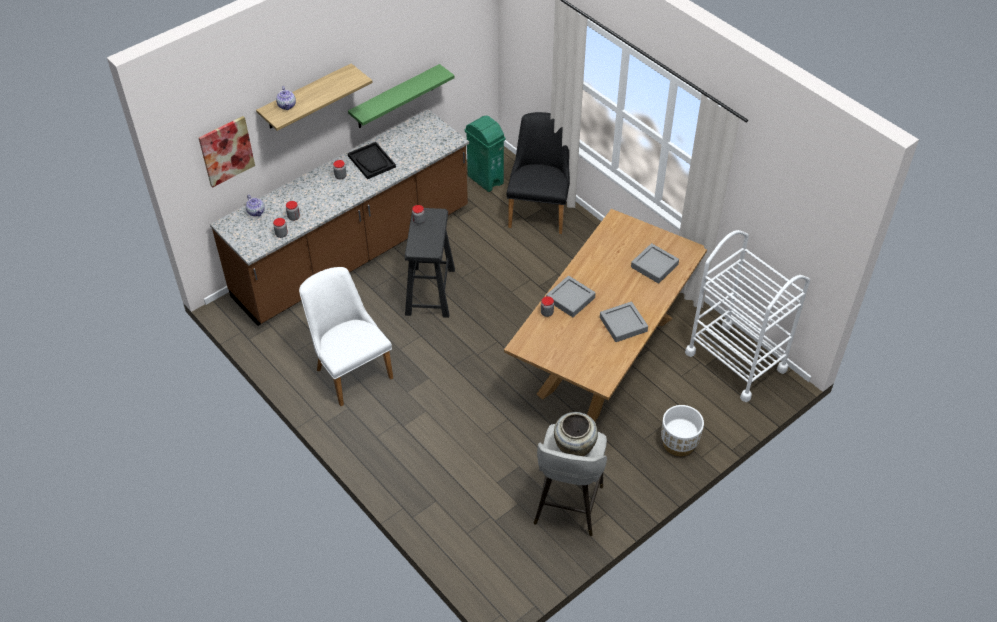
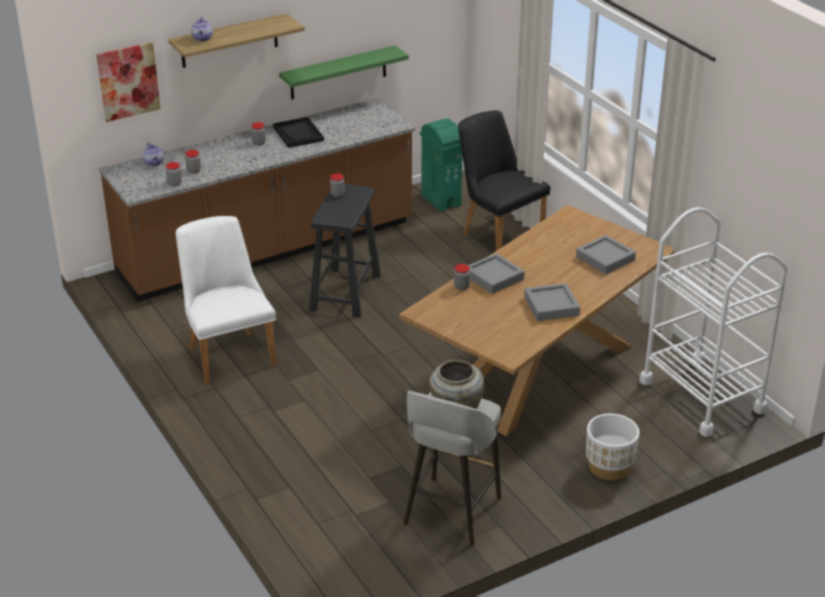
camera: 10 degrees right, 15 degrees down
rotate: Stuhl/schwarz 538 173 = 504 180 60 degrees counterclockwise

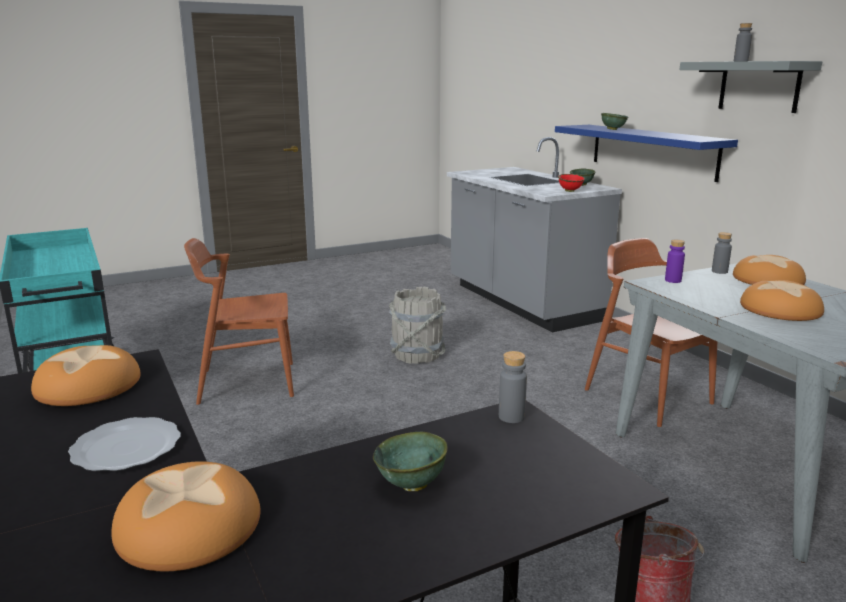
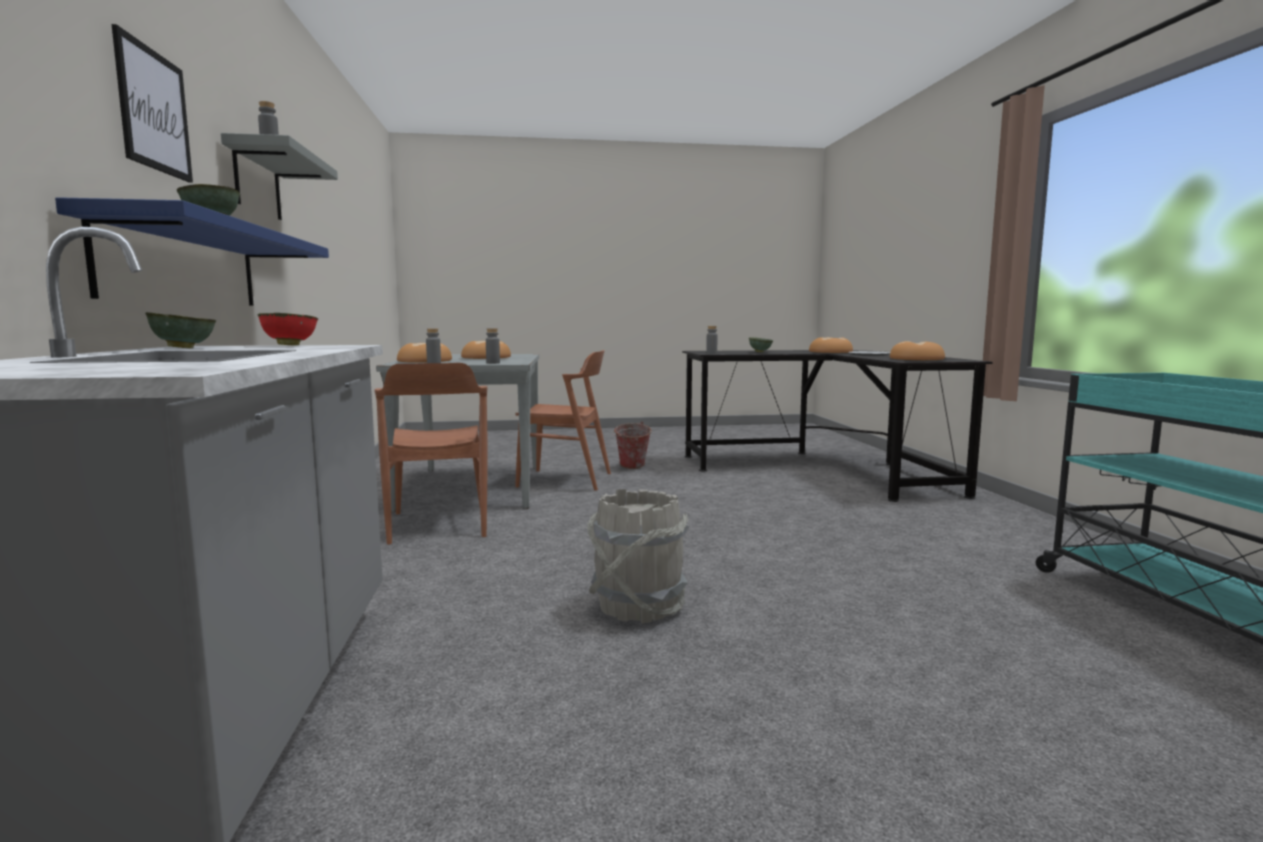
camera: 160 degrees left, 10 degrees down
insert: Bild 152 103
move: Stuhl/braun 239 321 to 563 420
recolor: Flasche/lila 675 261 to Flasche/grau 493 346

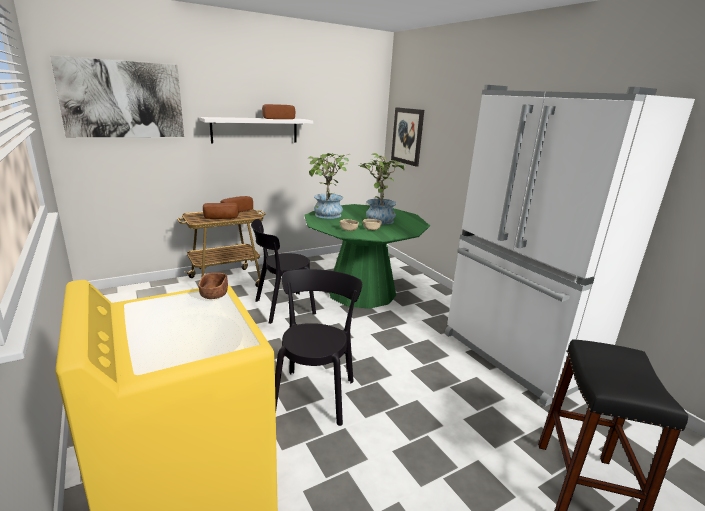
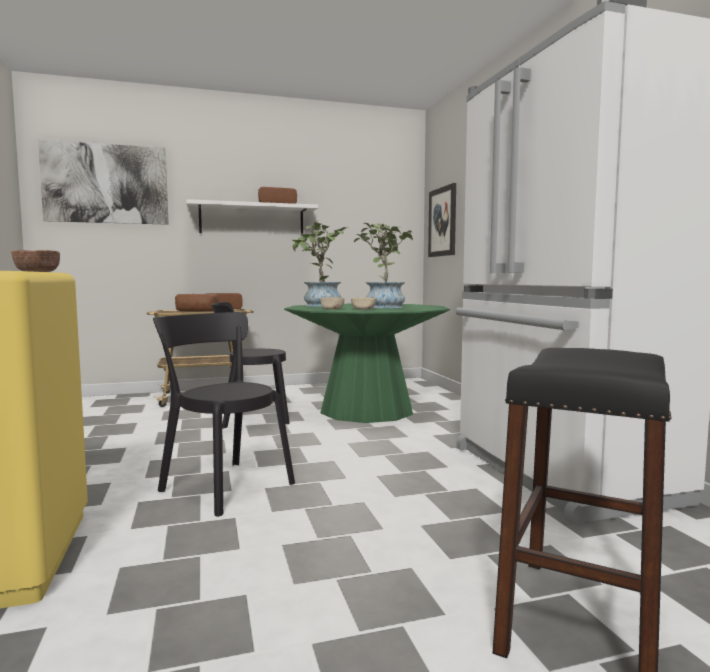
camera: 15 degrees right, 15 degrees down
rotate: Stuhl/schwarz 318 347 = 224 414 75 degrees counterclockwise

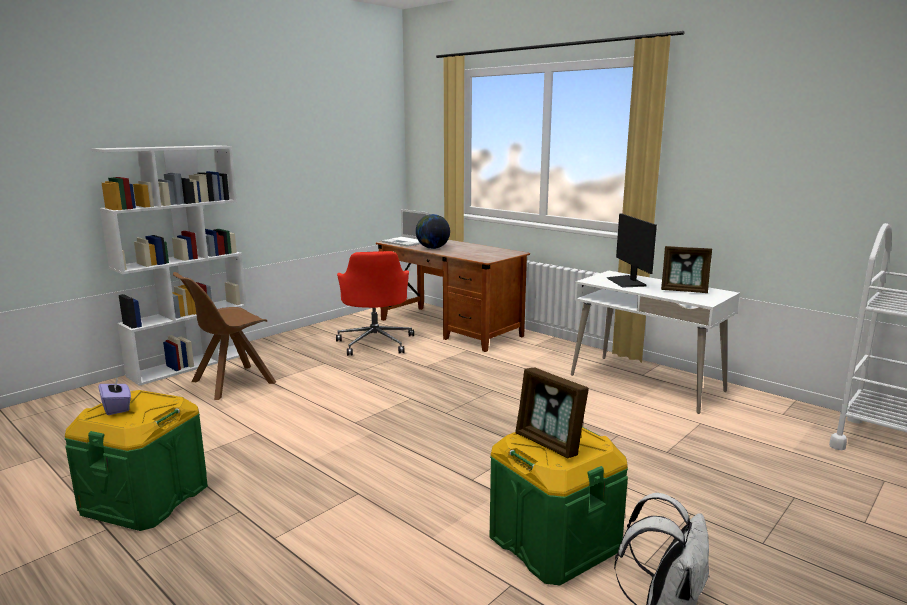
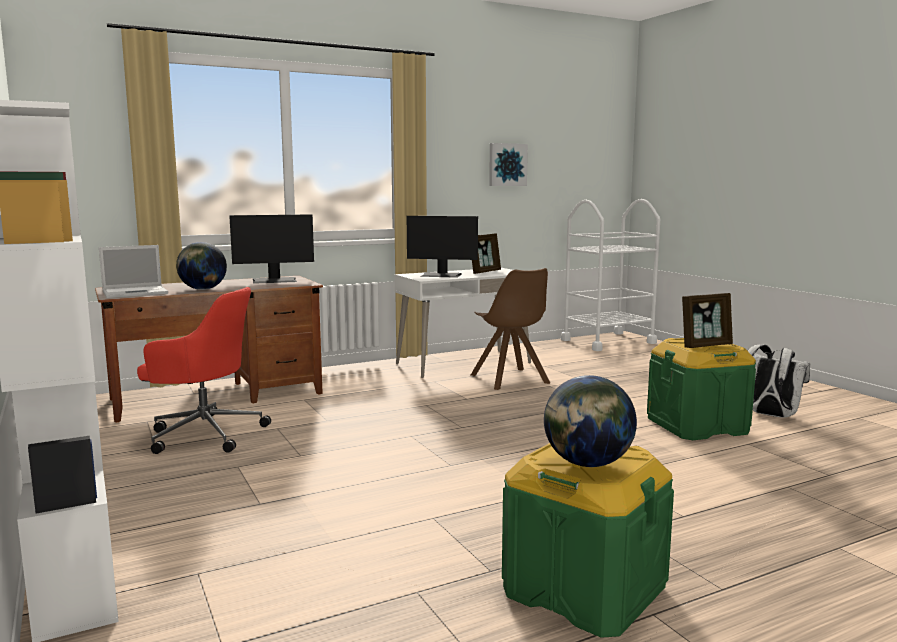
camera: 70 degrees left, 5 degrees down
insert: Monitor 271 249; Bild 508 164
move: Stuhl/braun 224 336 to 510 329
replace: Taschentuchbox/lila 115 396 to Globus 590 421

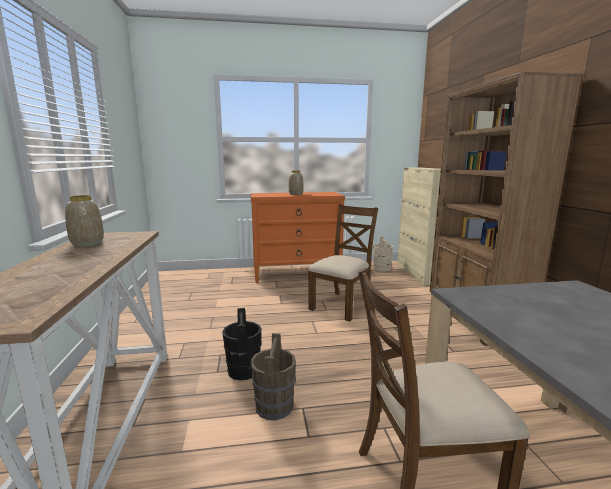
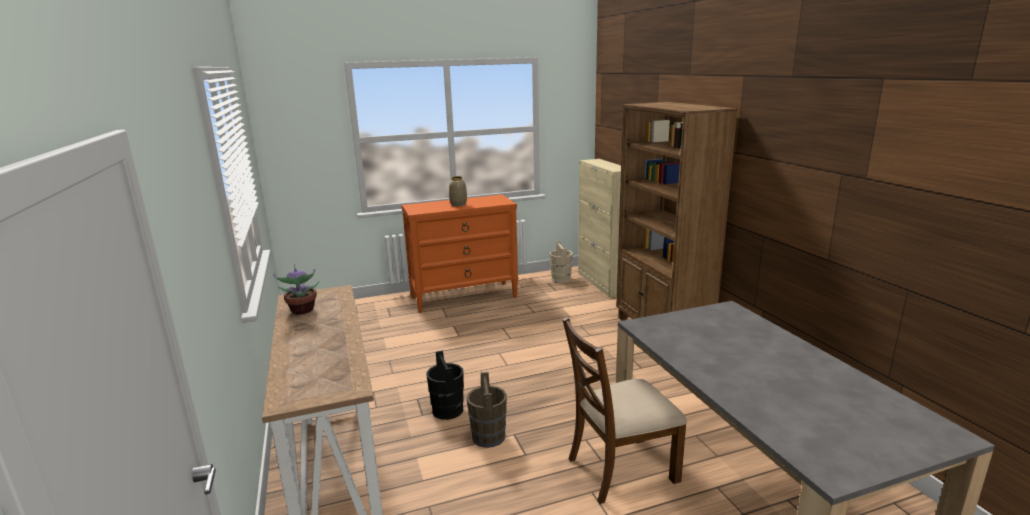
camera: 10 degrees left, 5 degrees up
delete: Stuhl/braun 343 263
replace: Vase 84 221 to Topfpflanze 296 289

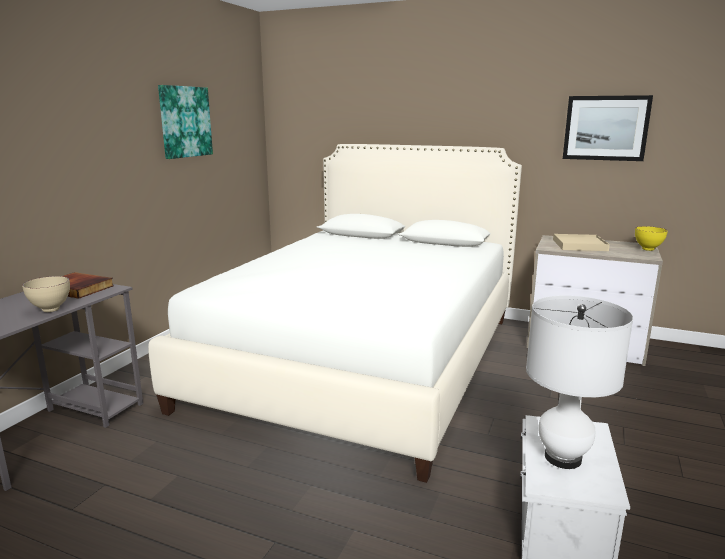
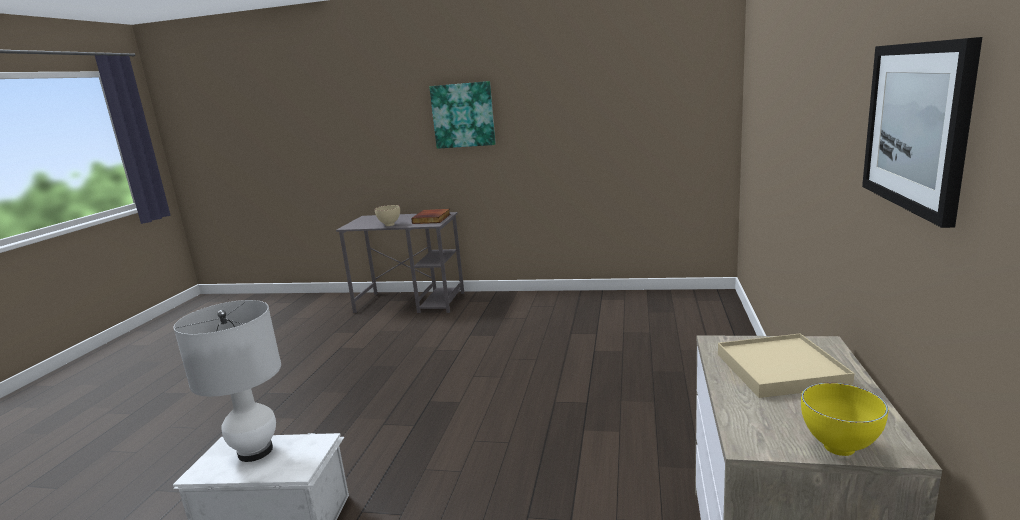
camera: 80 degrees right, 0 degrees up
delete: Bett/weiß 335 313
move: Bild 185 122 to 462 115

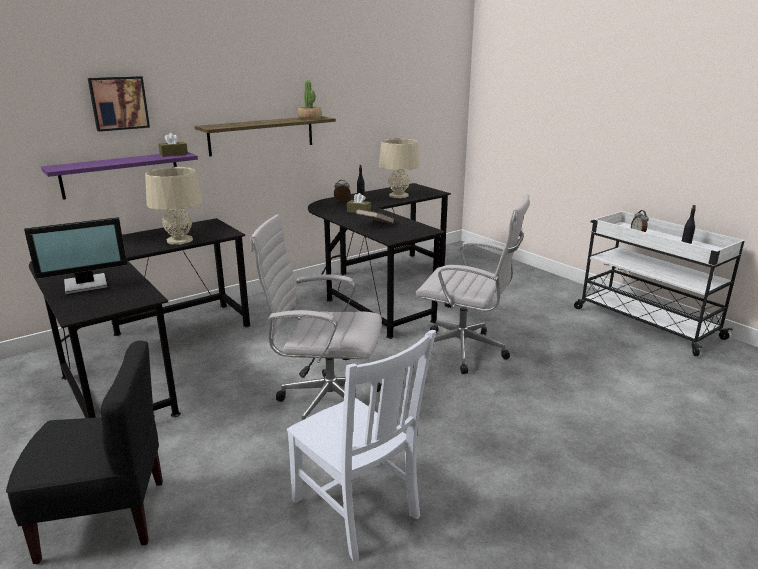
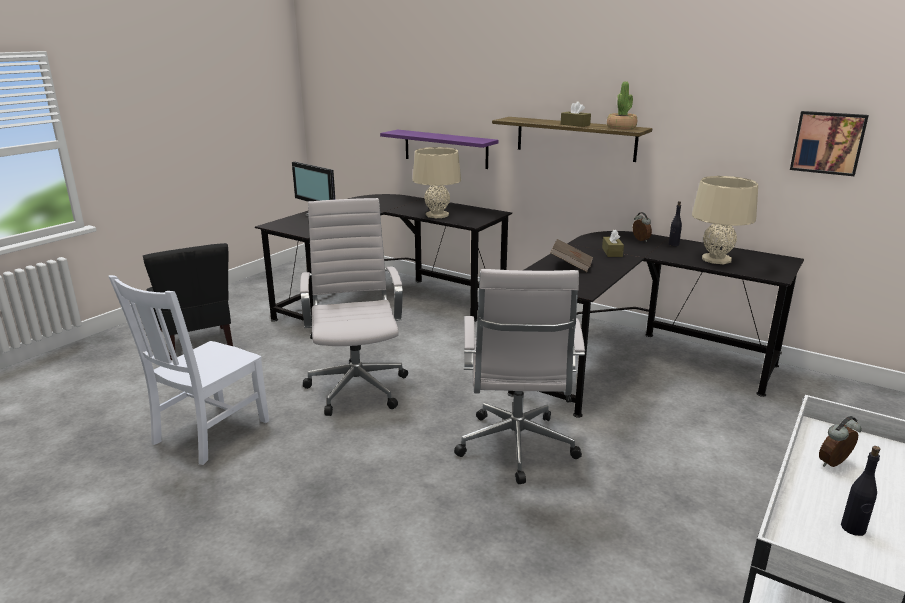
camera: 70 degrees right, 0 degrees up
move: Taschentuchbox/braun 173 145 to 576 114; Bild 119 104 to 829 143

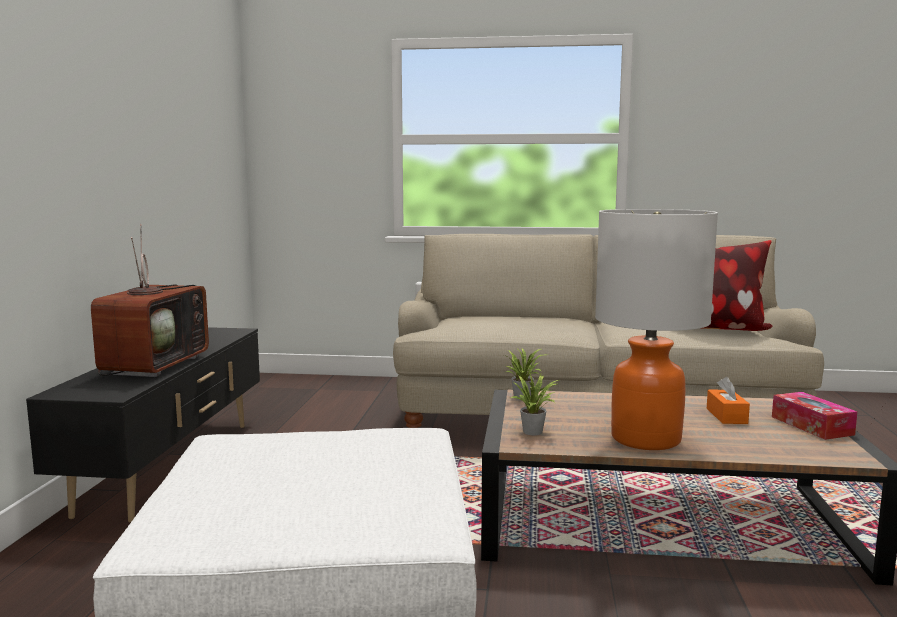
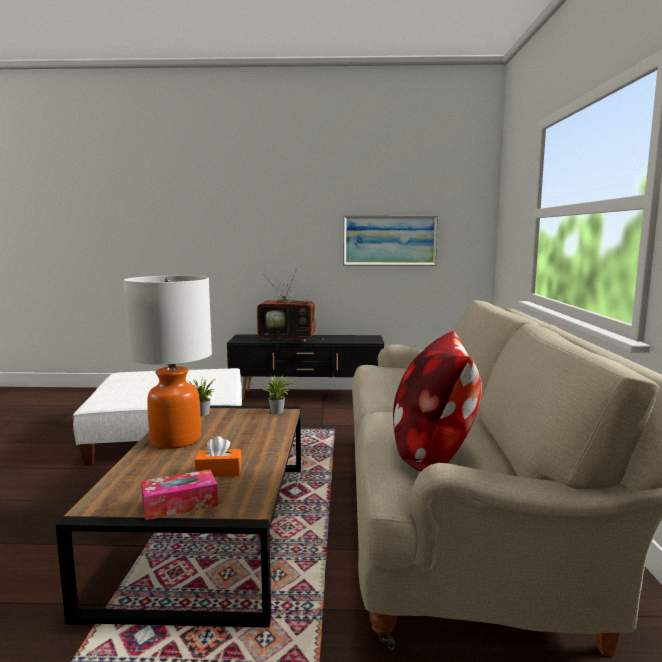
camera: 85 degrees right, 0 degrees up
insert: Bild 390 240

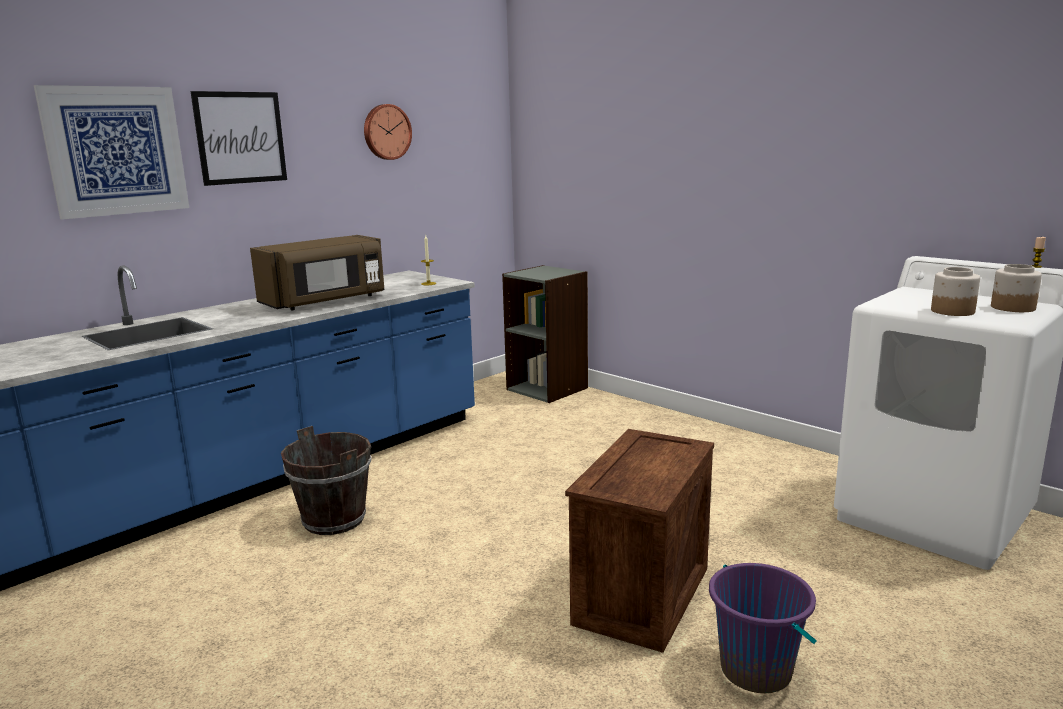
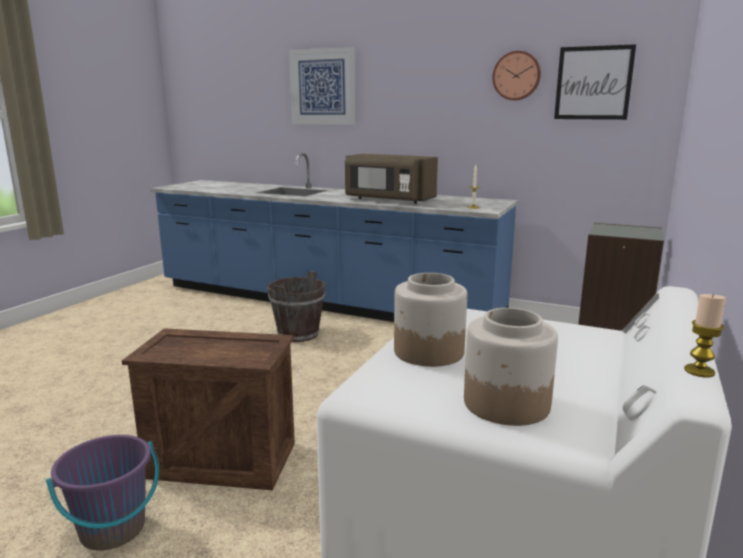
camera: 70 degrees right, 0 degrees up
move: Bild 238 138 to 595 82

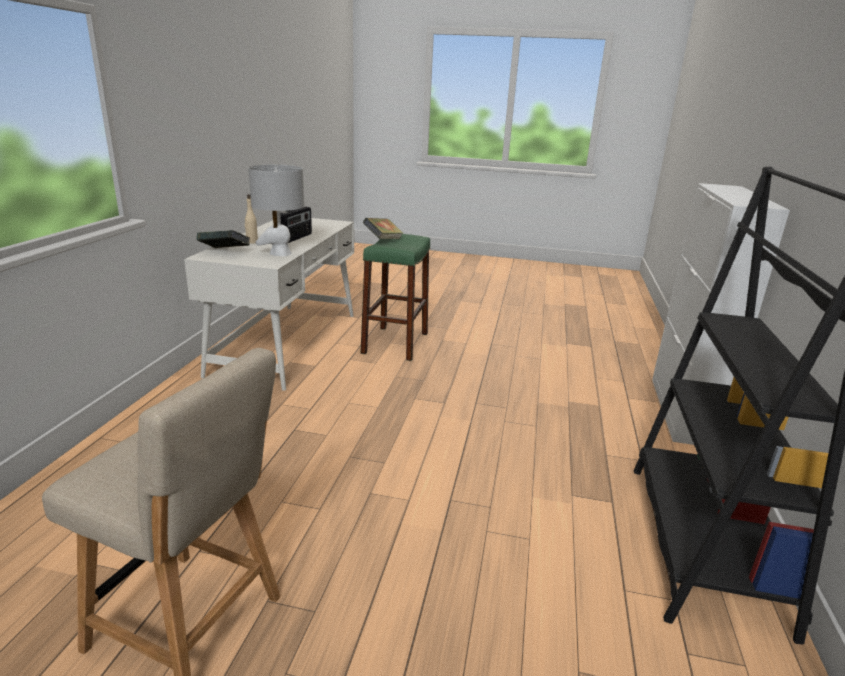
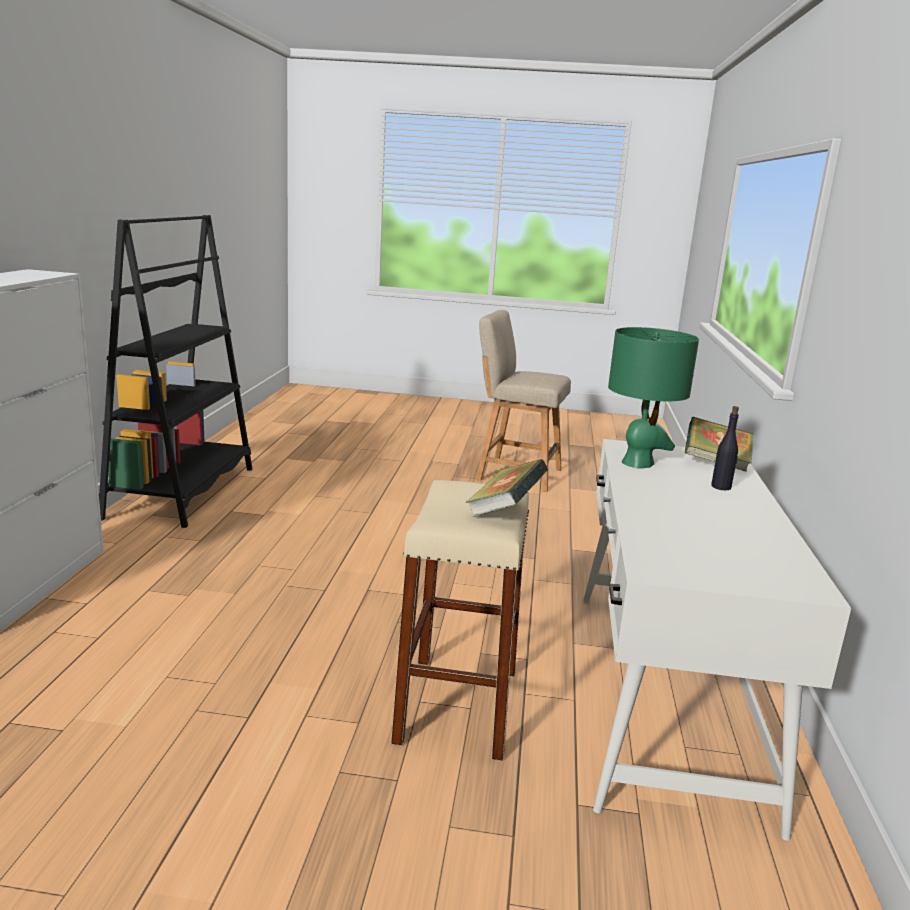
camera: 175 degrees right, 5 degrees down
delete: Radio 296 224
recolor: Hocker/grün 396 297 to Hocker/beige 460 620; Tischlampe/grau 276 210 to Tischlampe/grün 653 398; Flasche/beige 251 219 to Flasche/schwarz 725 448

